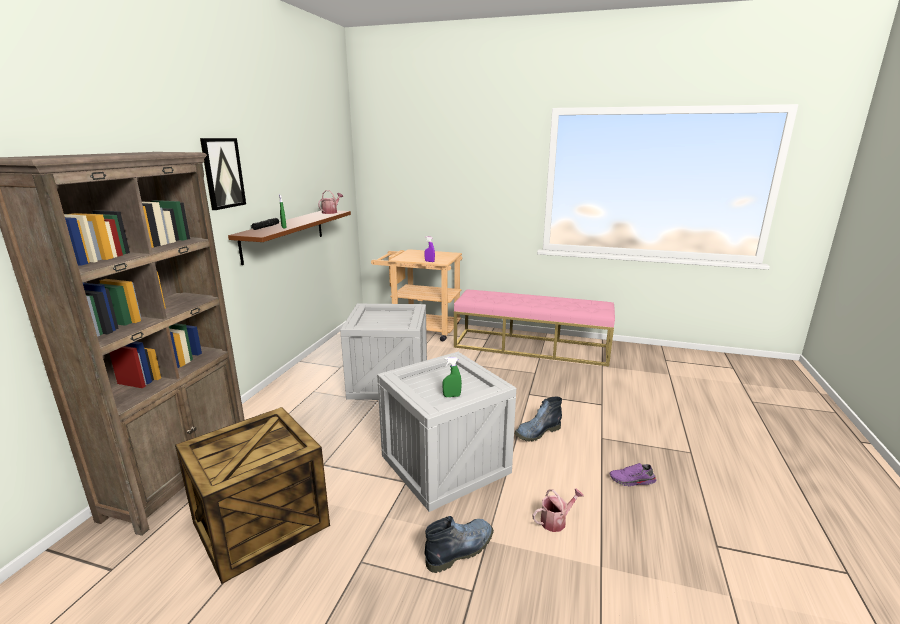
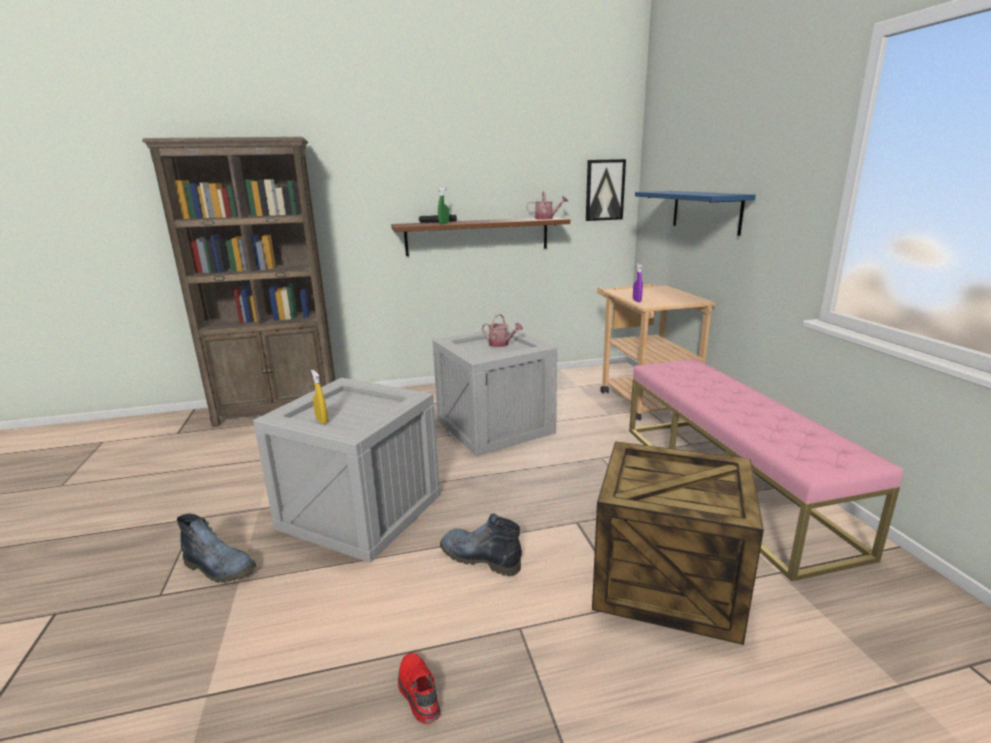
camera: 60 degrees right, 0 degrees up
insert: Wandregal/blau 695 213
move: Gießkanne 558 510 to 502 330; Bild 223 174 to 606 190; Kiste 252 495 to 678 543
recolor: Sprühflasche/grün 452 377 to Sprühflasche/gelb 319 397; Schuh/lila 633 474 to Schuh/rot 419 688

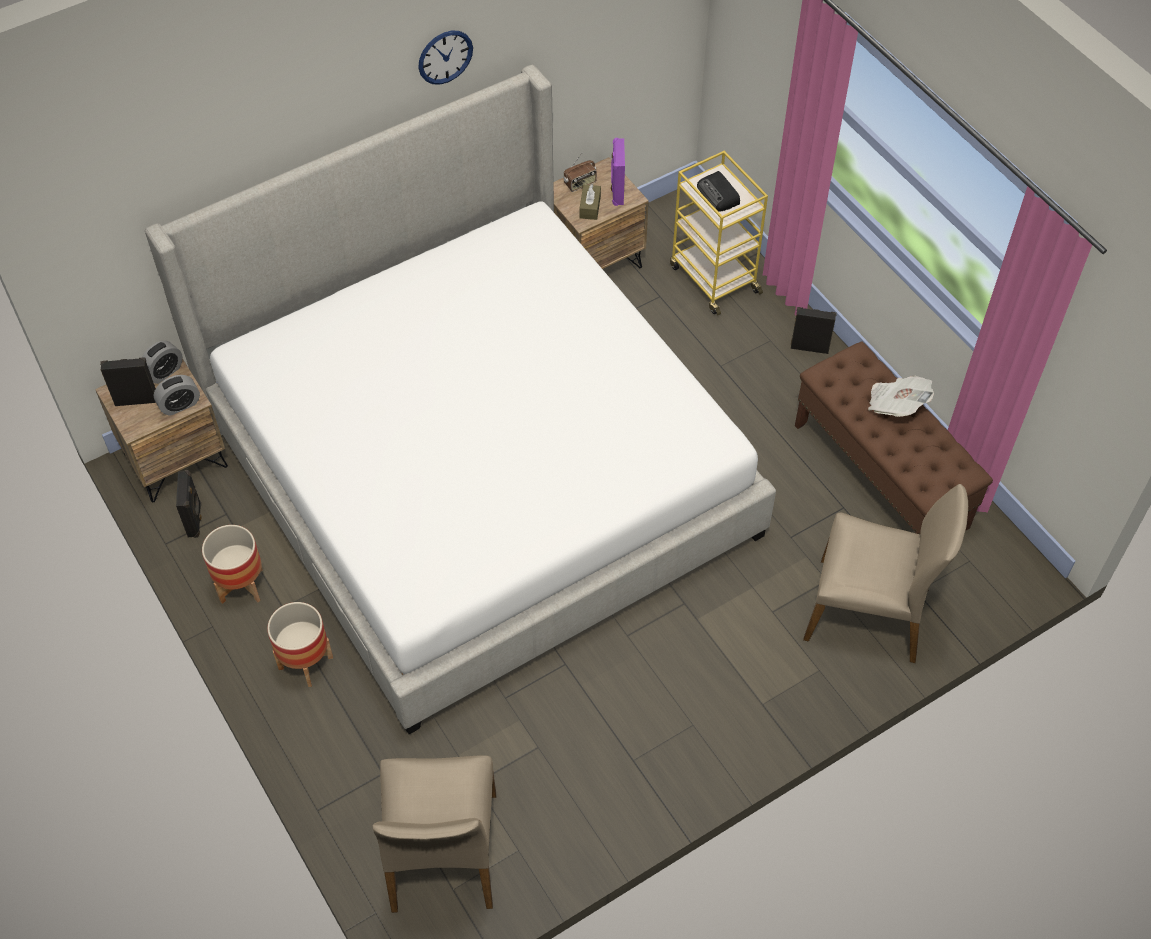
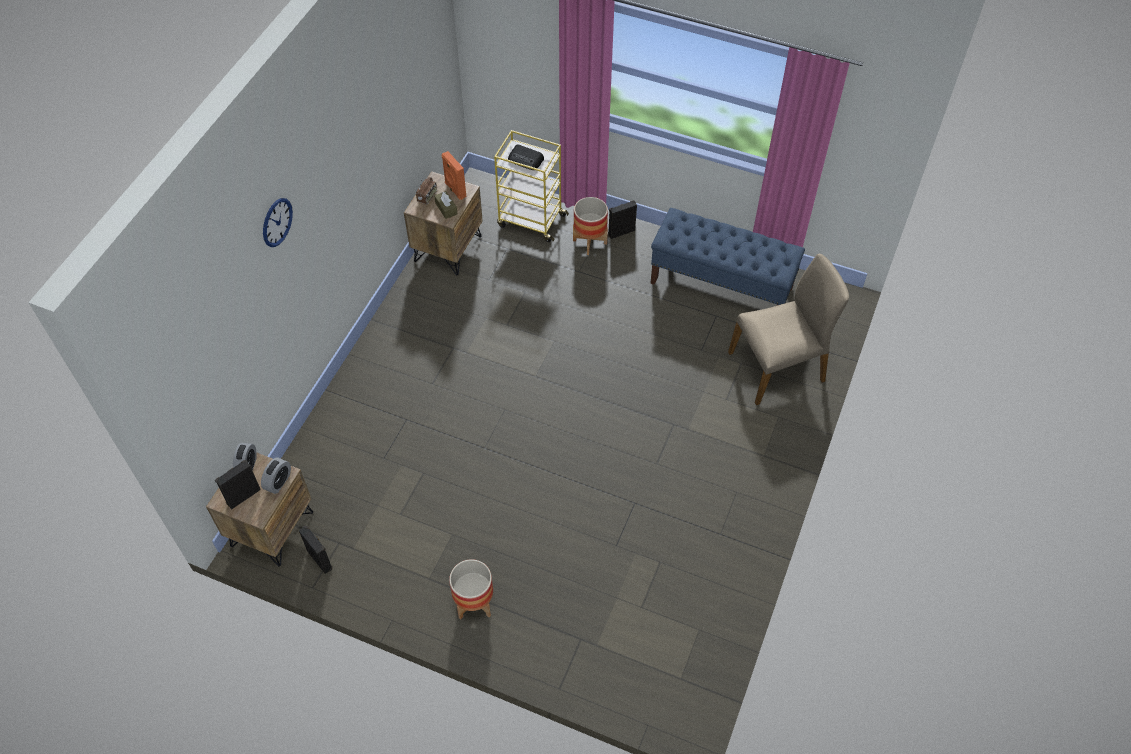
camera: 35 degrees left, 0 degrees up
delete: Bett 460 399; Stuhl/beige 434 834; Zeitung 901 396
move: Wanduhr 445 57 to 278 222; Pflanzkübel 232 564 to 590 226
recolor: Lautsprecher/lila 618 172 to Lautsprecher/orange 454 175; Bank/braun 894 438 to Bank/blau 727 256

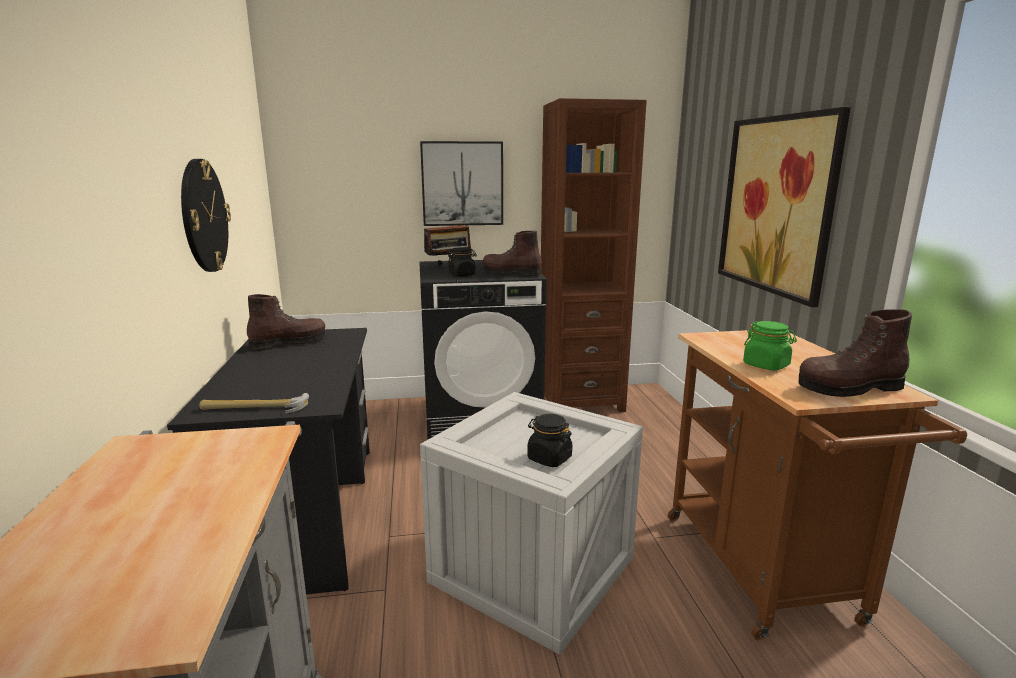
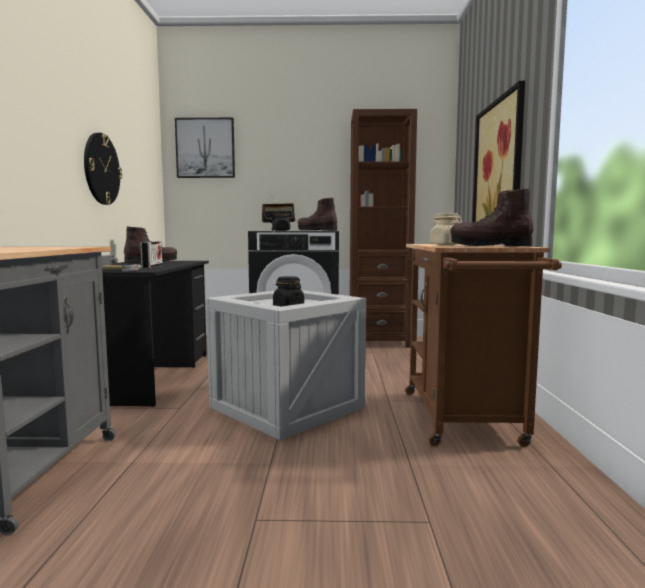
camera: 10 degrees right, 10 degrees down
insert: Radio 151 255
move: Bild 461 183 to 205 148
recolor: Vorratsglas/grün 770 345 to Vorratsglas/beige 446 229

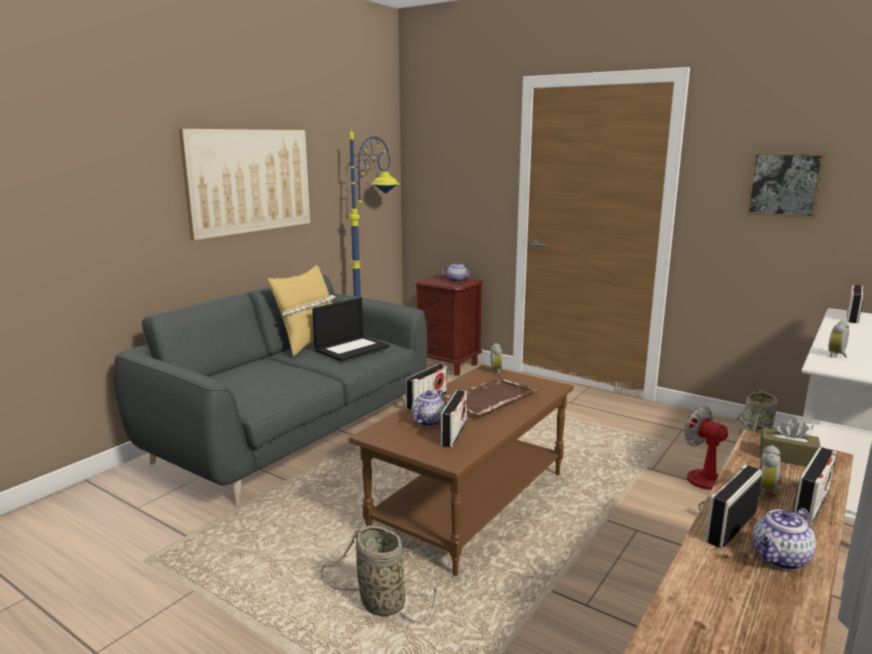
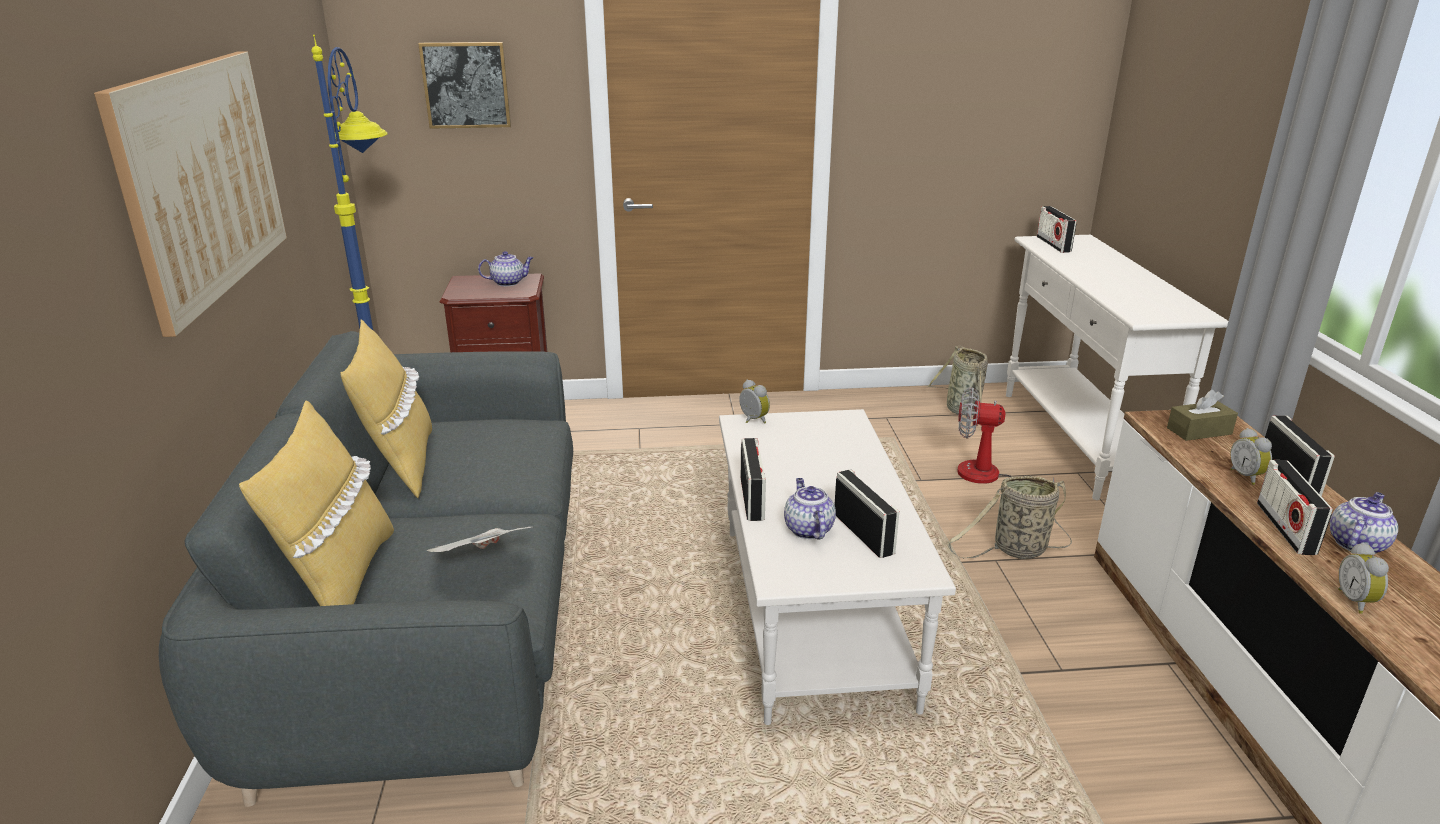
camera: 40 degrees left, 10 degrees up
delete: Laptop 351 329; Tablett/braun 490 396
insert: Kissen/gelb 316 503; Zeitung 479 539
move: Bild 785 185 to 464 85; Korb 378 574 to 1009 517; Wecker 838 339 to 1363 578
recolor: Couchtisch/braun 461 470 to Couchtisch/weiß 837 567
rotate: Teekanne 784 539 = 1364 523 150 degrees counterclockwise

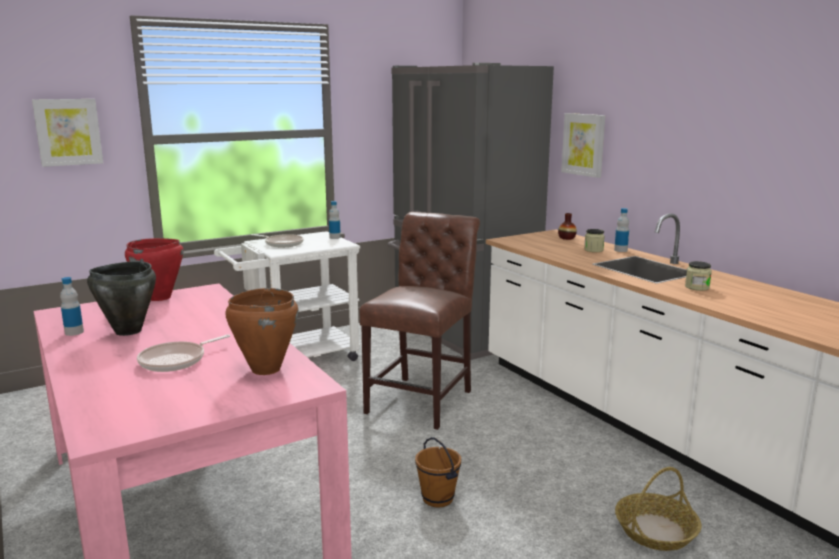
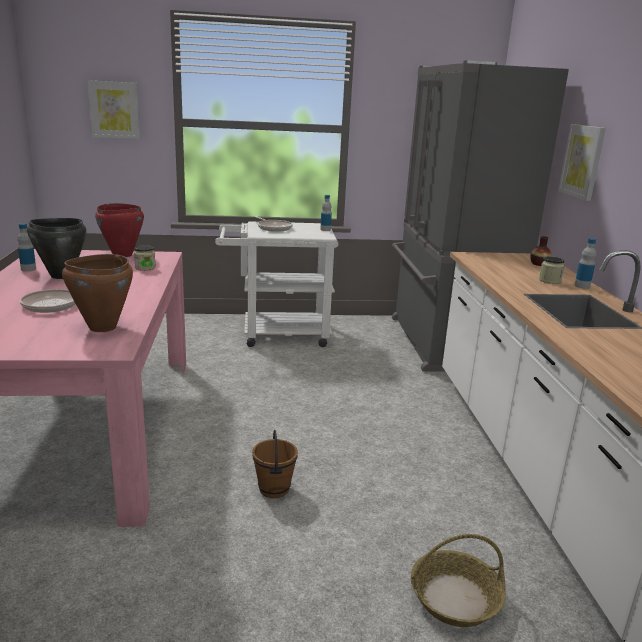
camera: 25 degrees right, 5 degrees up
delete: Stuhl/braun 419 321
move: Vorratsglas 698 276 to 145 258

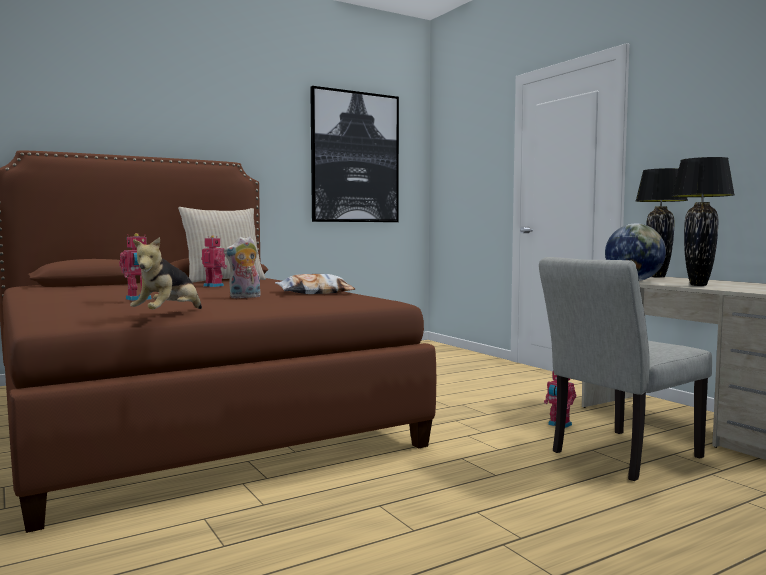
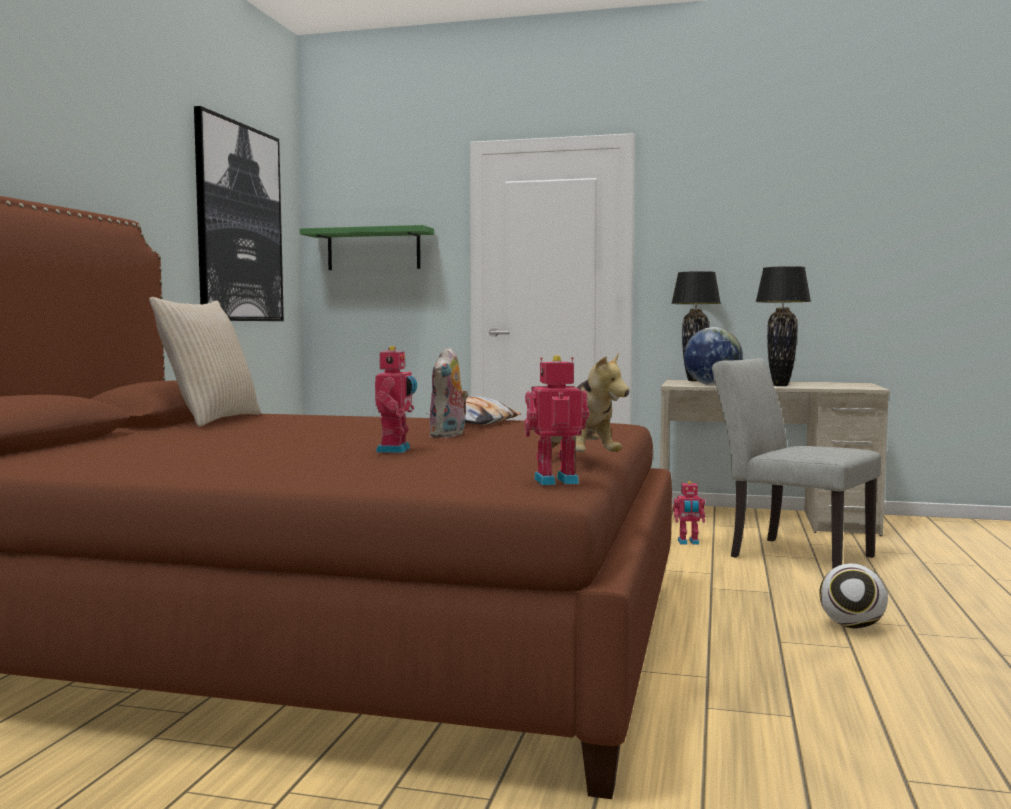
camera: 45 degrees left, 0 degrees up
insert: Wandregal/grün 367 247; Fußball 853 596
move: Spielzeugroboter 214 261 to 556 420
rotate: Stuhl/grau 625 369 = 796 463 120 degrees clockwise

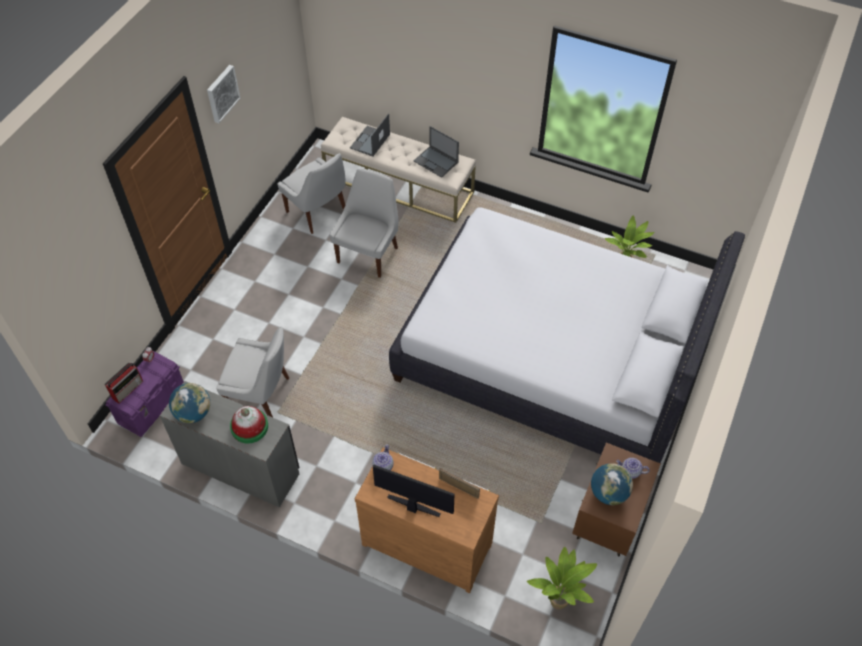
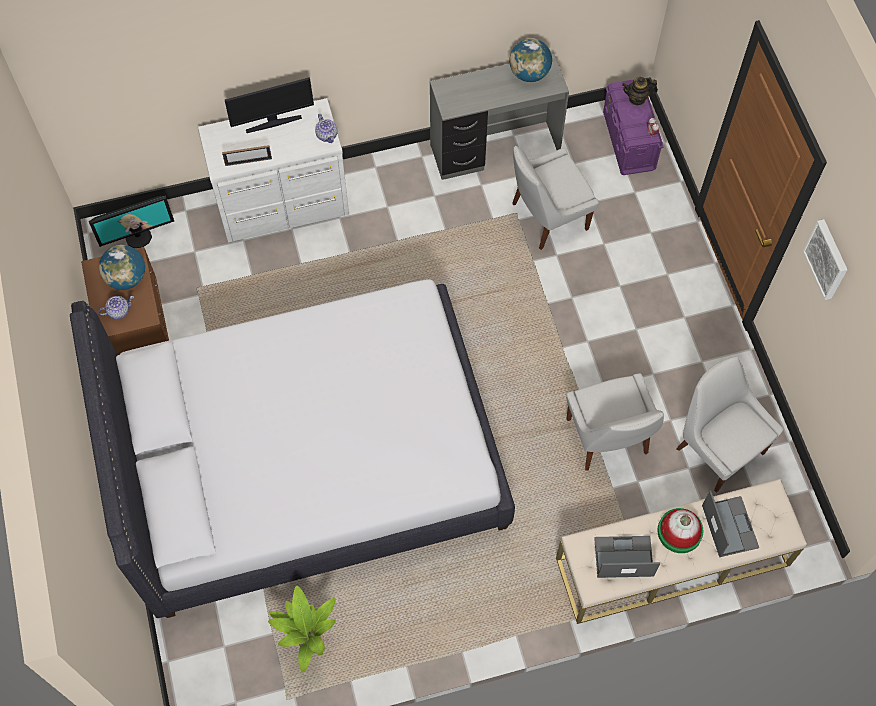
camera: 140 degrees right, 10 degrees up
move: Hut 249 425 to 680 530
replace: Topfpflanze 562 578 to Monitor 131 222; Radio 124 383 to Teekanne 640 91
recolor: Kommode/braun 427 520 to Kommode/weiß 273 170
rotate: Stuhl/weiß 312 193 = 730 424 45 degrees clockwise

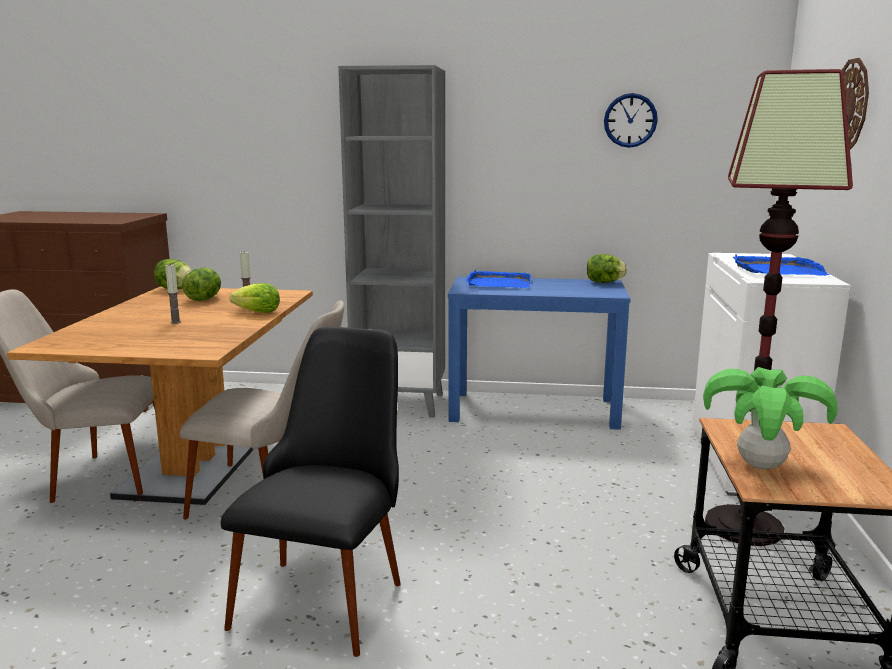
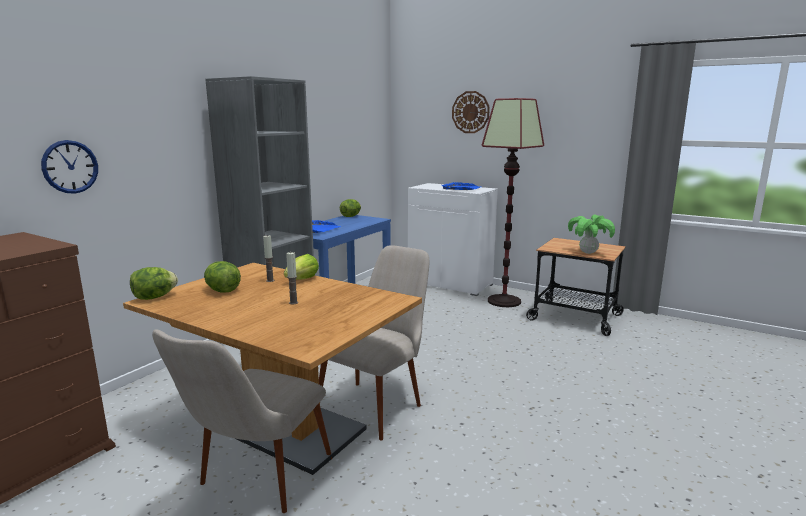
camera: 65 degrees left, 0 degrees up
delete: Stuhl/schwarz 311 491
move: Wanduhr 631 120 to 69 166

